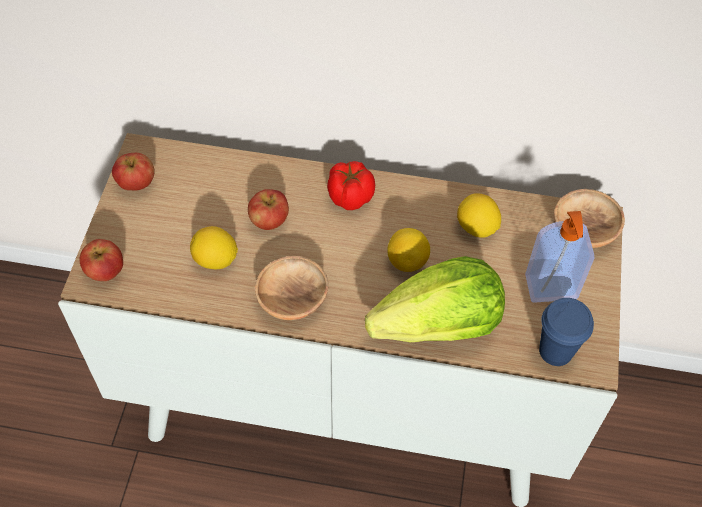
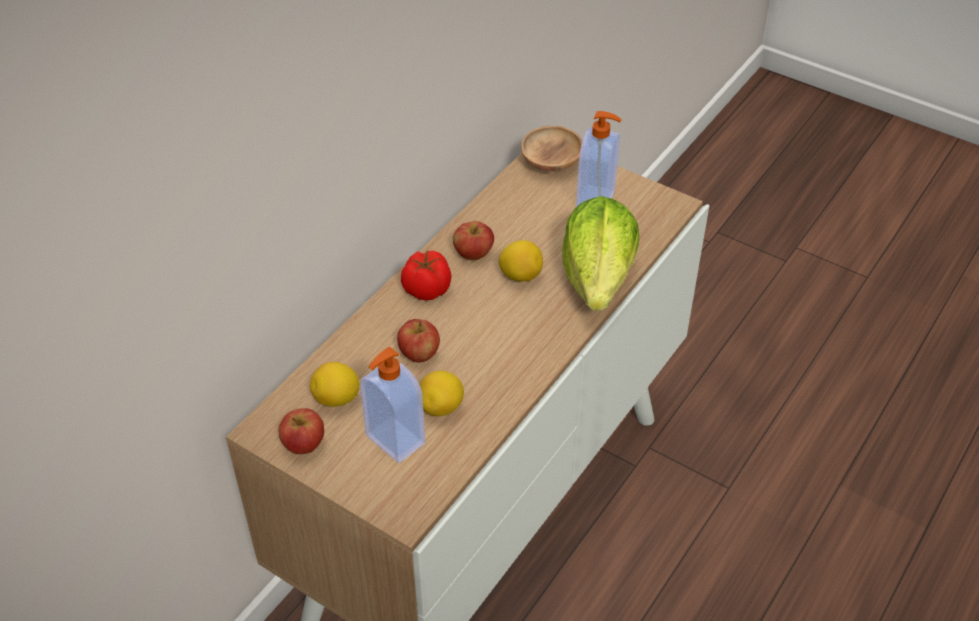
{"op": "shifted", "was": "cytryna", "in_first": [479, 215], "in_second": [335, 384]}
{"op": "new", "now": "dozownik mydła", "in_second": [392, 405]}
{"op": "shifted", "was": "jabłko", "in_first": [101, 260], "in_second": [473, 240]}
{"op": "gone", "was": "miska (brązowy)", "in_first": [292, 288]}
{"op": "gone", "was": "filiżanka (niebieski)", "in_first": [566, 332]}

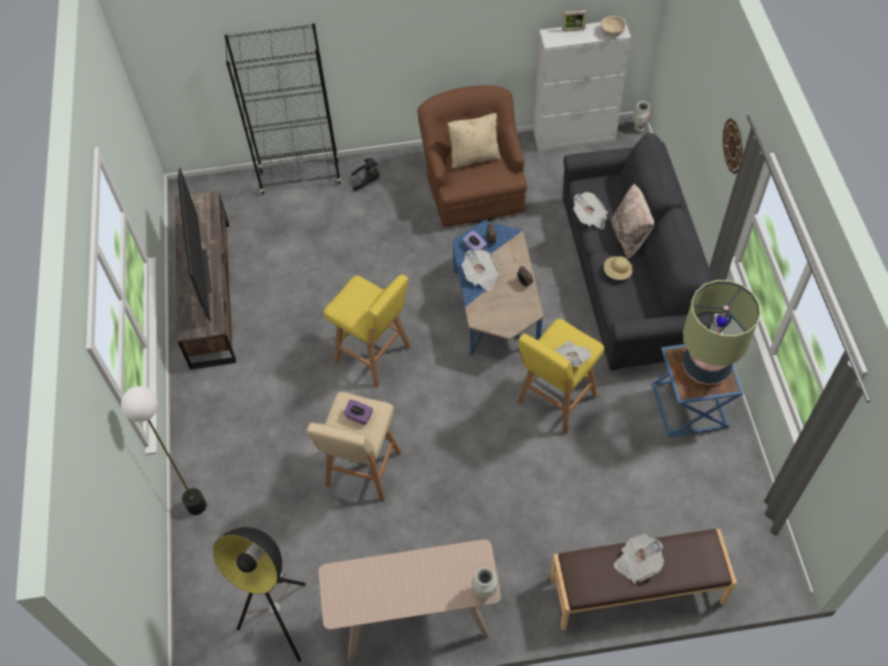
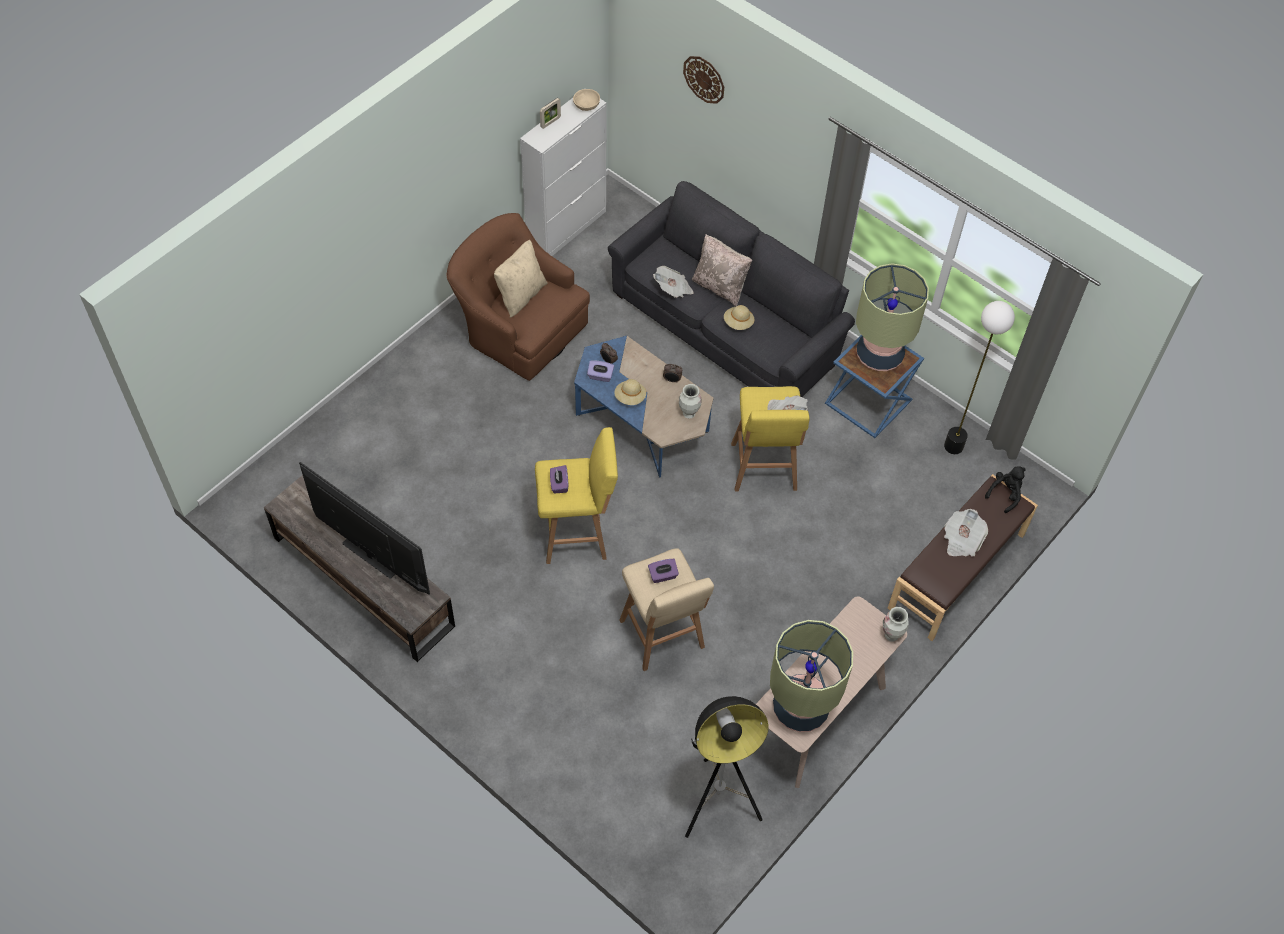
{"op": "new", "now": "pudełko chusteczek (fioletowy)", "in_second": [559, 479]}
{"op": "swapped", "was": "gazeta", "now": "kapelusz (beżowy)", "in_first": [481, 270], "in_second": [630, 392]}
{"op": "shifted", "was": "wazon", "in_first": [641, 116], "in_second": [690, 401]}
{"op": "shifted", "was": "zegar ścienny", "in_first": [733, 146], "in_second": [703, 80]}
{"op": "new", "now": "lampa stołowa", "in_second": [811, 676]}
{"op": "shifted", "was": "lampa stojąca", "in_first": [164, 450], "in_second": [979, 377]}
{"op": "shifted", "was": "pluszak (czarny)", "in_first": [365, 174], "in_second": [1005, 489]}
{"op": "gone", "was": "regał (czarny)", "in_first": [283, 108]}

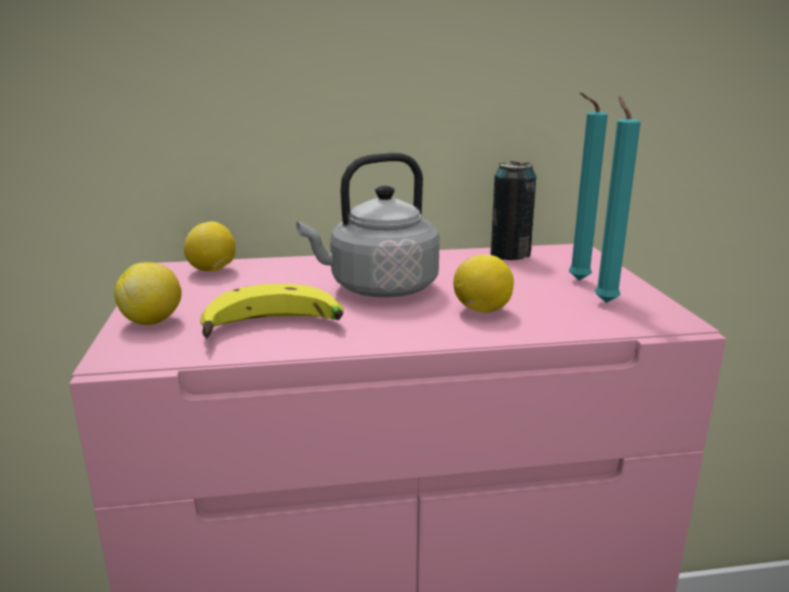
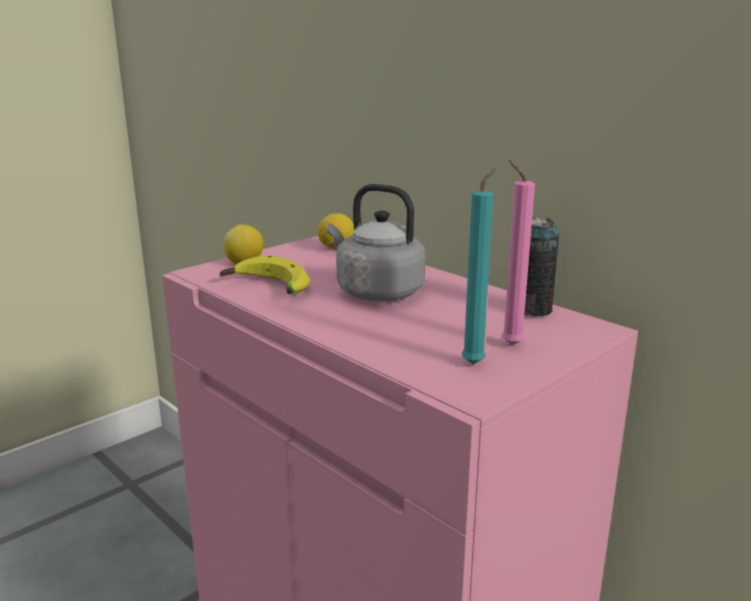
{"op": "repainted", "was": "świeca (turkusowy)", "now": "świeca (różowy)", "in_first": [588, 187], "in_second": [518, 253]}
{"op": "gone", "was": "cytryna", "in_first": [483, 283]}

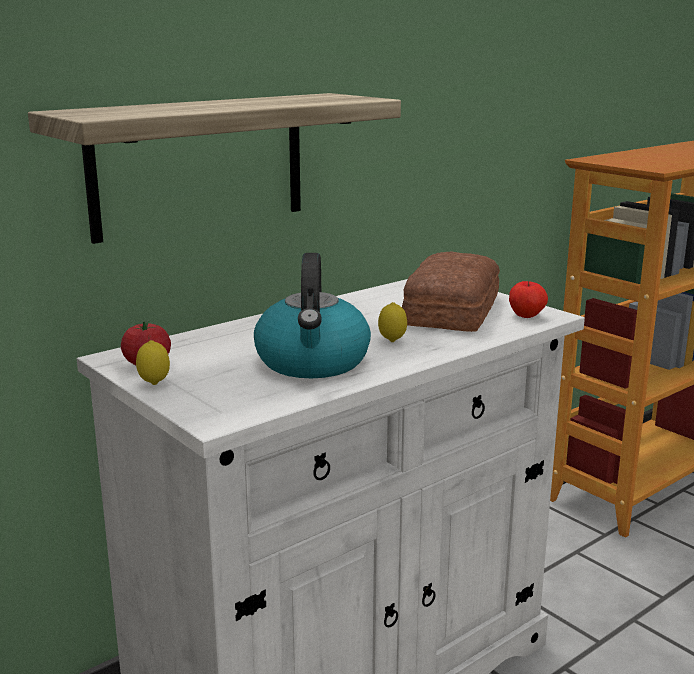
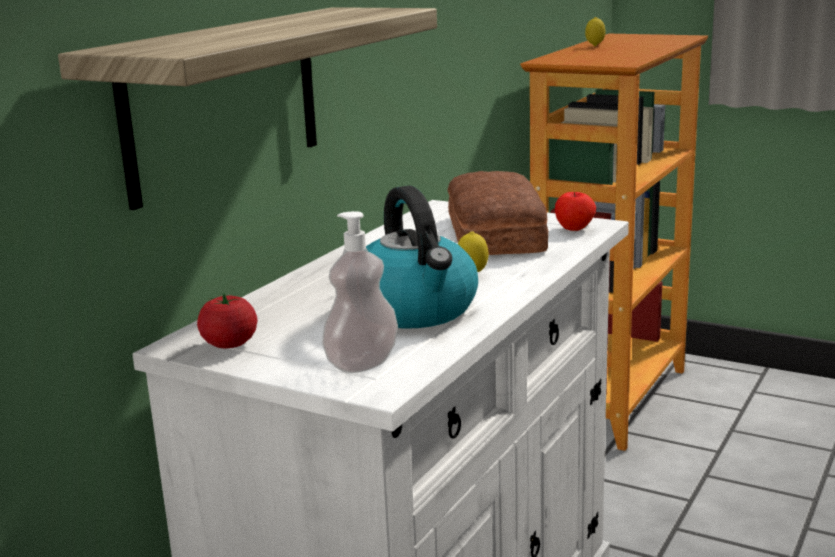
{"op": "new", "now": "dozownik mydła", "in_second": [360, 292]}
{"op": "shifted", "was": "cytryna", "in_first": [153, 362], "in_second": [595, 31]}

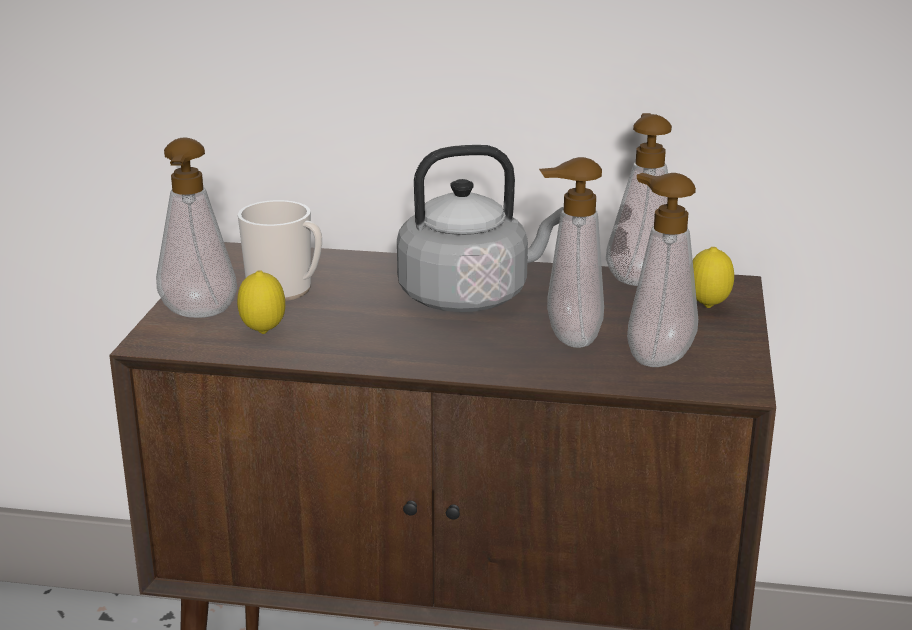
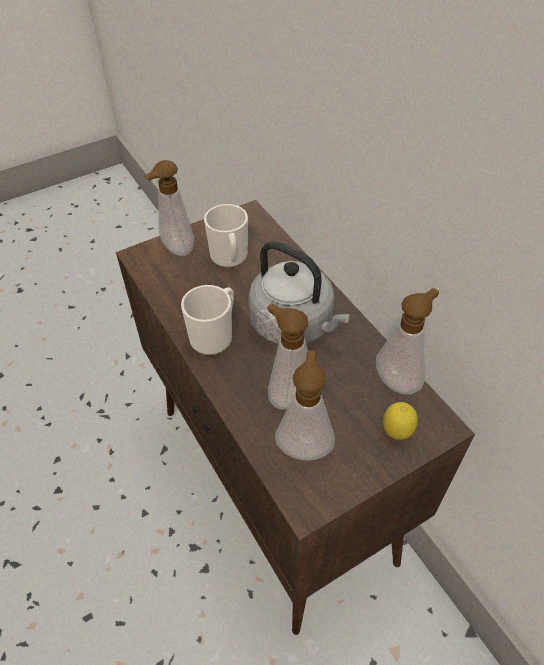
{"op": "new", "now": "kubek", "in_second": [207, 320]}
{"op": "gone", "was": "cytryna", "in_first": [261, 302]}

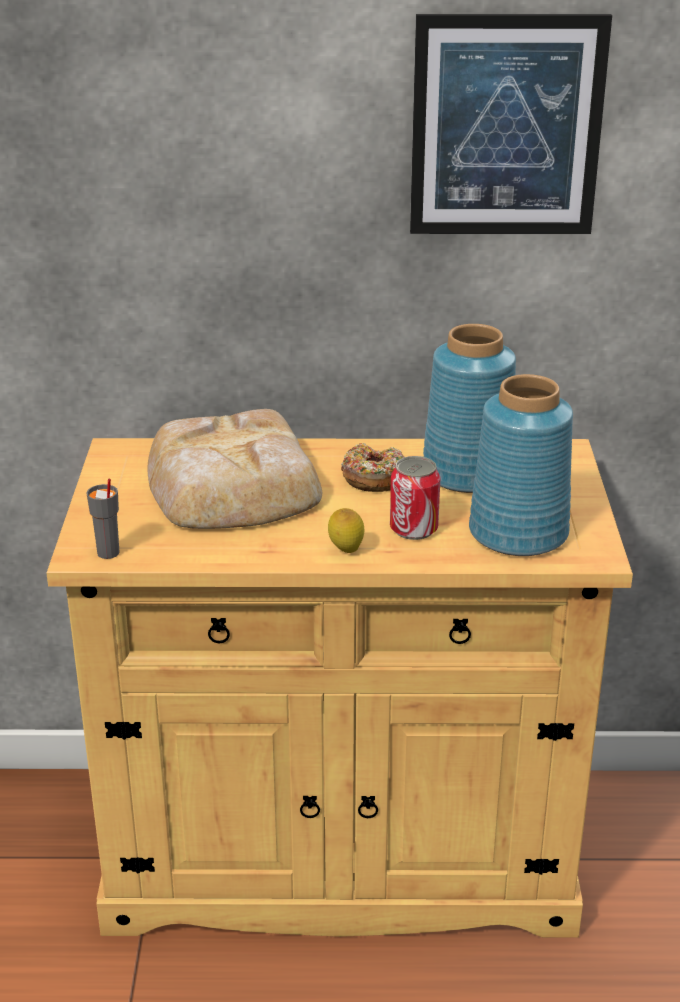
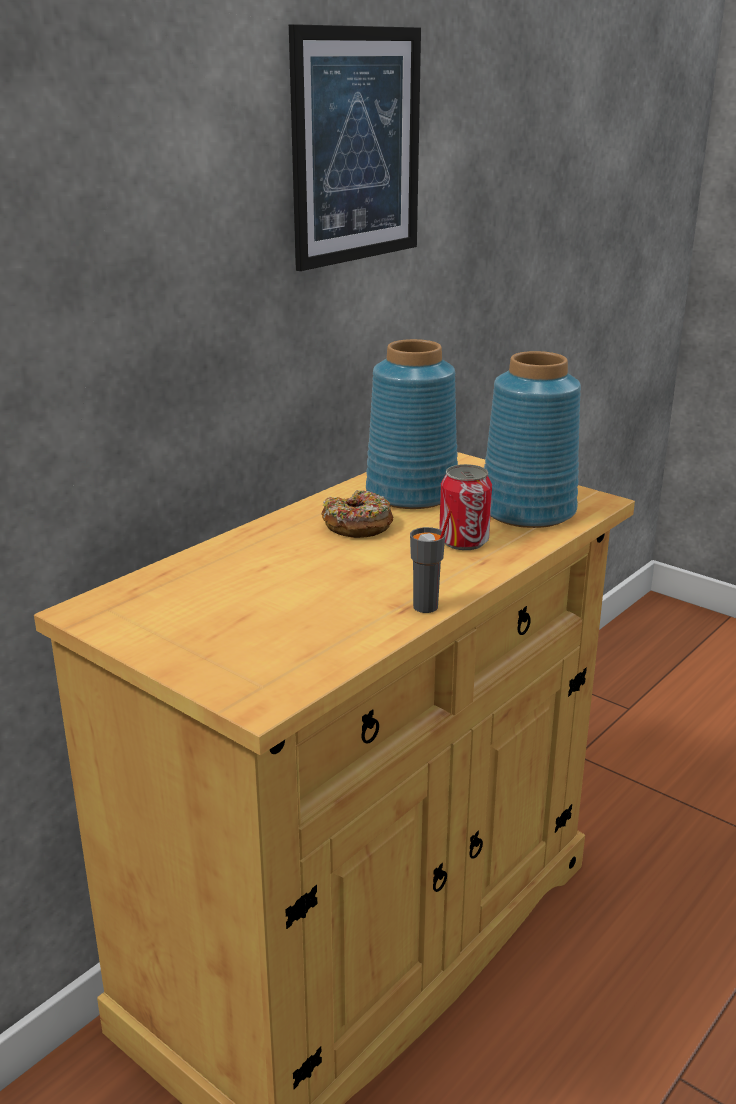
{"op": "shifted", "was": "filiżanka (szary)", "in_first": [103, 519], "in_second": [431, 561]}
{"op": "gone", "was": "chleb", "in_first": [235, 469]}
{"op": "gone", "was": "cytryna", "in_first": [346, 530]}

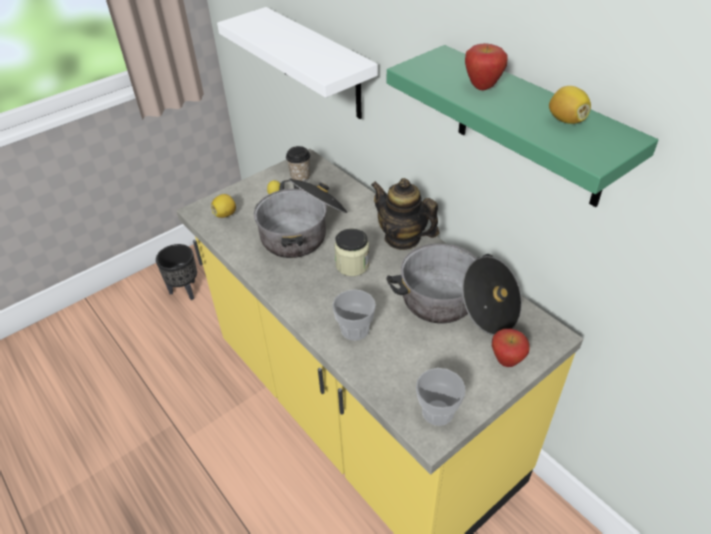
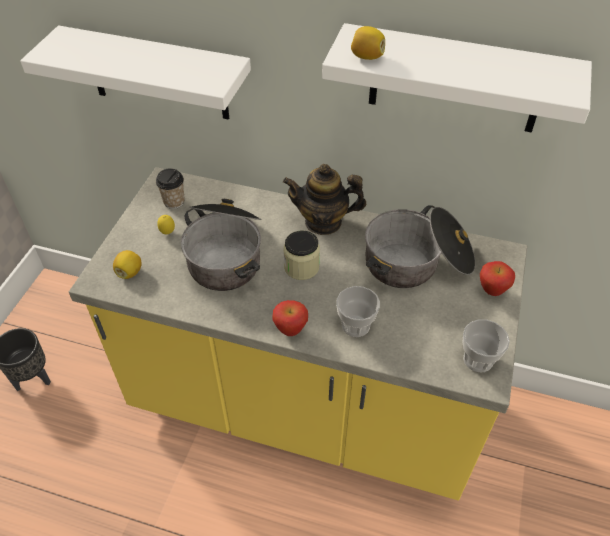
{"op": "shifted", "was": "jabłko", "in_first": [486, 66], "in_second": [290, 318]}
{"op": "repainted", "was": "półka (zielony)", "now": "półka (biały)", "in_first": [522, 126], "in_second": [457, 78]}
{"op": "shifted", "was": "cytryna", "in_first": [570, 105], "in_second": [368, 43]}

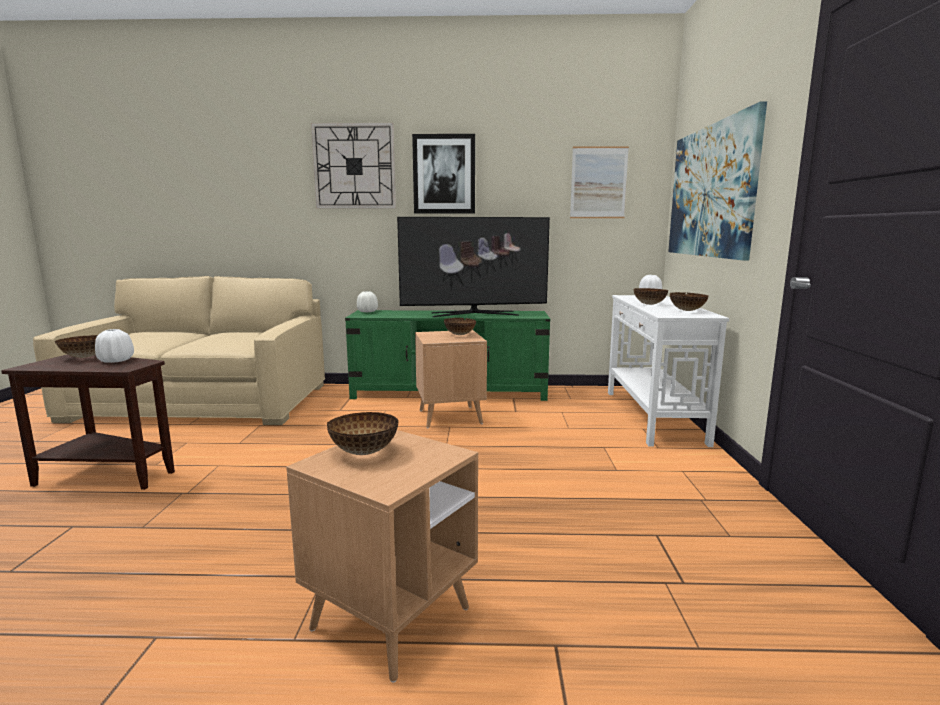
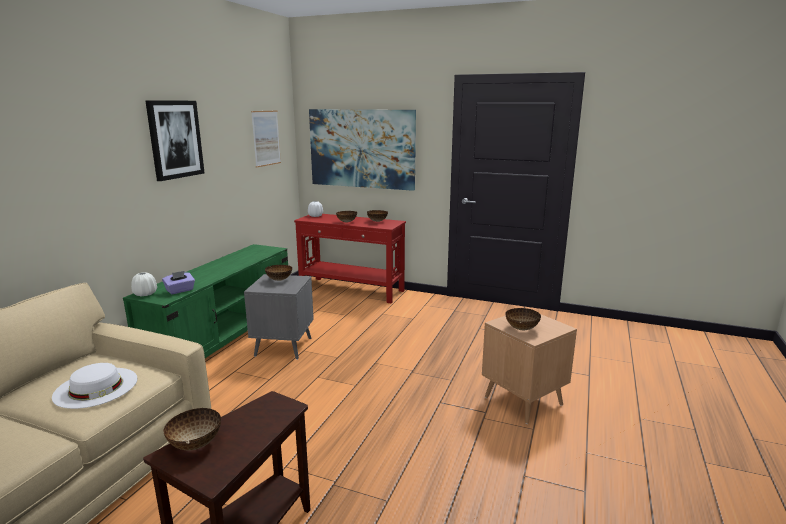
{"op": "new", "now": "kapelusz (biały)", "in_second": [95, 386]}
{"op": "new", "now": "pudełko chusteczek (fioletowy)", "in_second": [178, 283]}
{"op": "repainted", "was": "stolik (brązowy)", "now": "stolik (szary)", "in_first": [451, 379], "in_second": [279, 317]}
{"op": "repainted", "was": "stolik konsolowy (biały)", "now": "stolik konsolowy (czerwony)", "in_first": [668, 371], "in_second": [350, 258]}
{"op": "gone", "was": "wazon (biały)", "in_first": [114, 346]}
{"op": "gone", "was": "zegar ścienny", "in_first": [353, 166]}
{"op": "gone", "was": "telewizor", "in_first": [473, 267]}

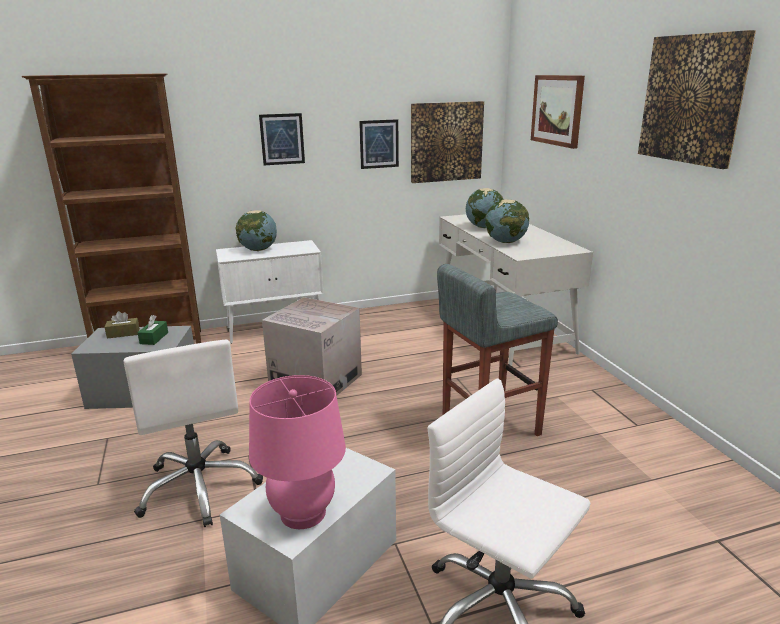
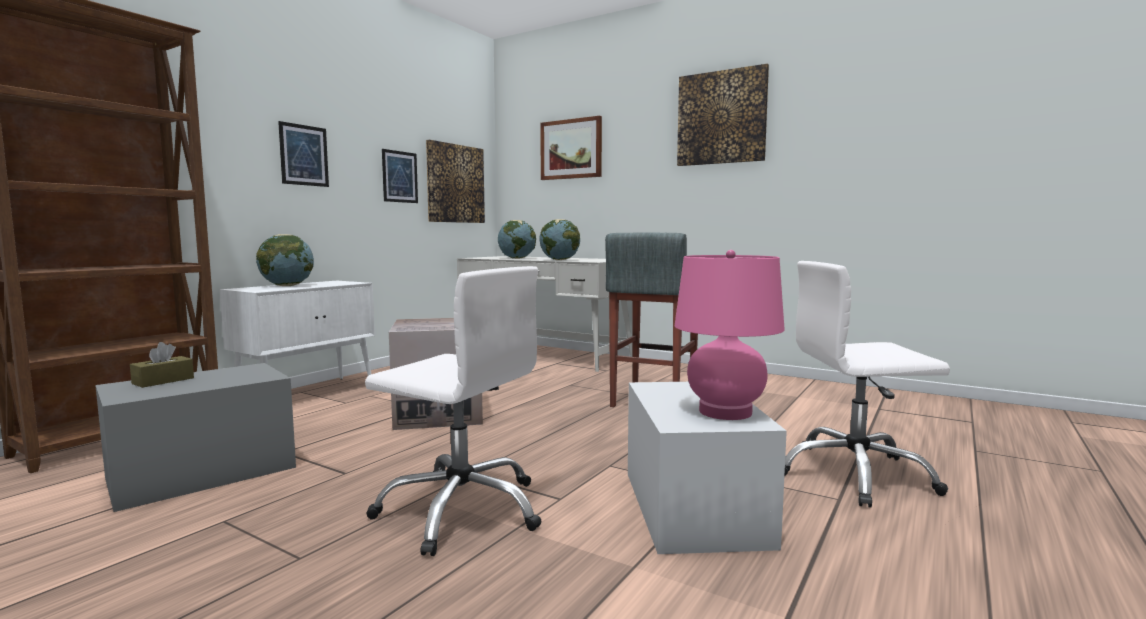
{"op": "gone", "was": "pudełko chusteczek (zielony)", "in_first": [152, 330]}

